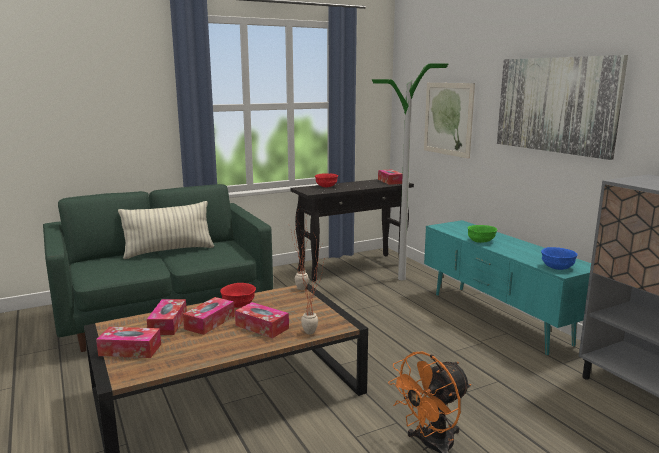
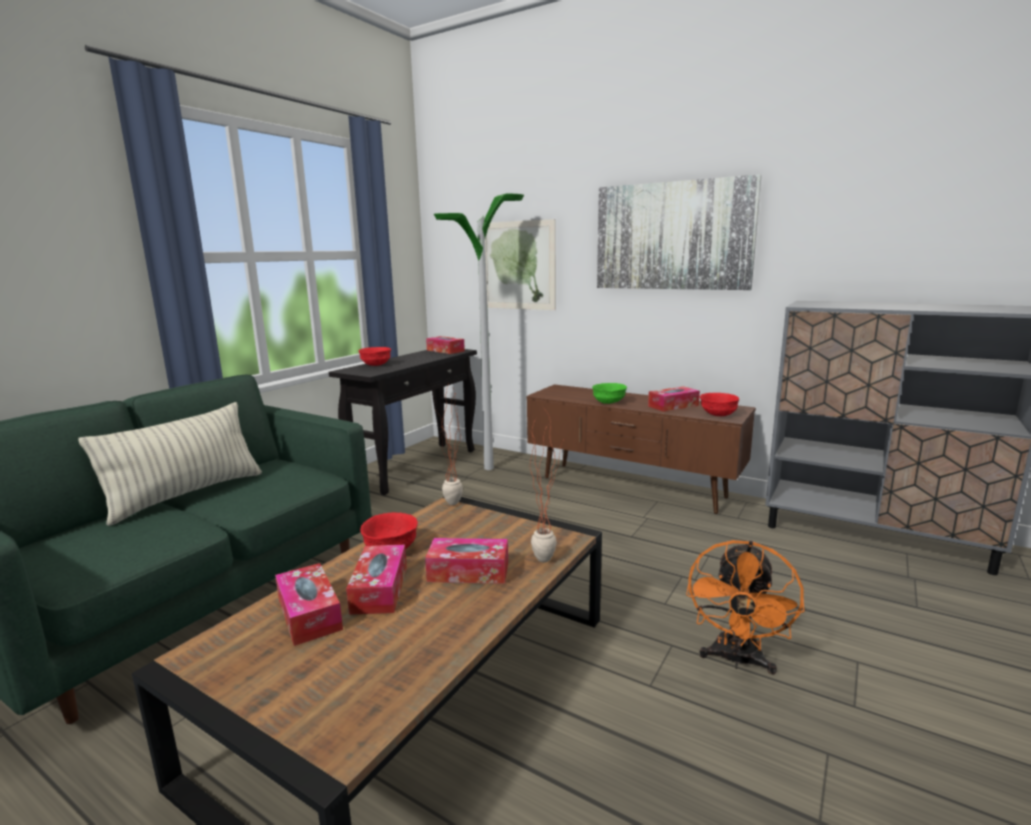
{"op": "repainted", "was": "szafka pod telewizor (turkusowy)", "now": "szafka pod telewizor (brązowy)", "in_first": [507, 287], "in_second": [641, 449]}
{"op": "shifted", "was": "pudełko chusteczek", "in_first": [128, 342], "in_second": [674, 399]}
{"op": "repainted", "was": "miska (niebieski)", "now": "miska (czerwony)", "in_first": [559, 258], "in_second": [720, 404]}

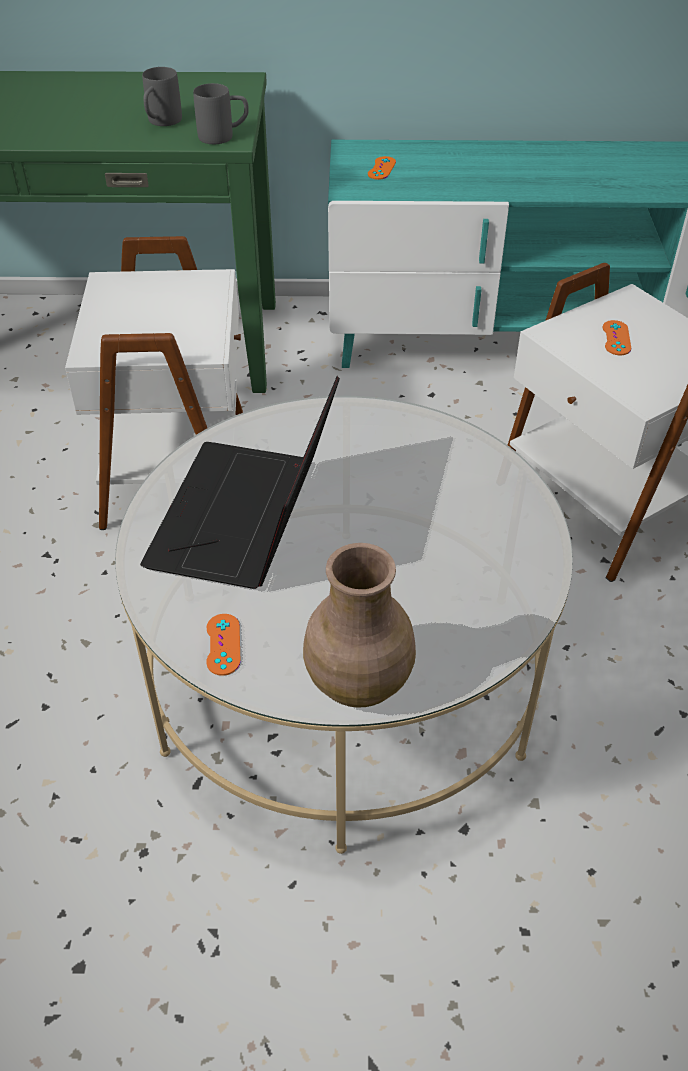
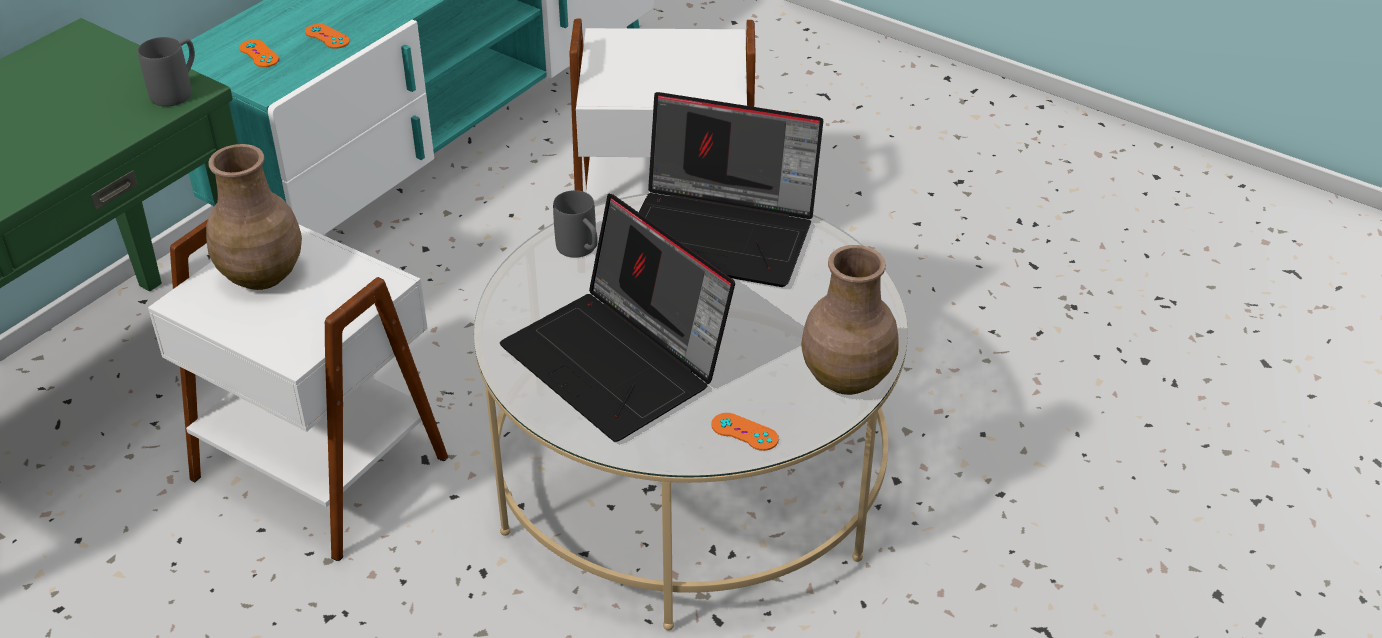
{"op": "new", "now": "wazon (brązowy)", "in_second": [254, 217]}
{"op": "shifted", "was": "pad do gier (pomarańczowy)", "in_first": [616, 337], "in_second": [327, 36]}
{"op": "shifted", "was": "kubek (szary)", "in_first": [162, 96], "in_second": [575, 224]}
{"op": "new", "now": "laptop", "in_second": [731, 189]}

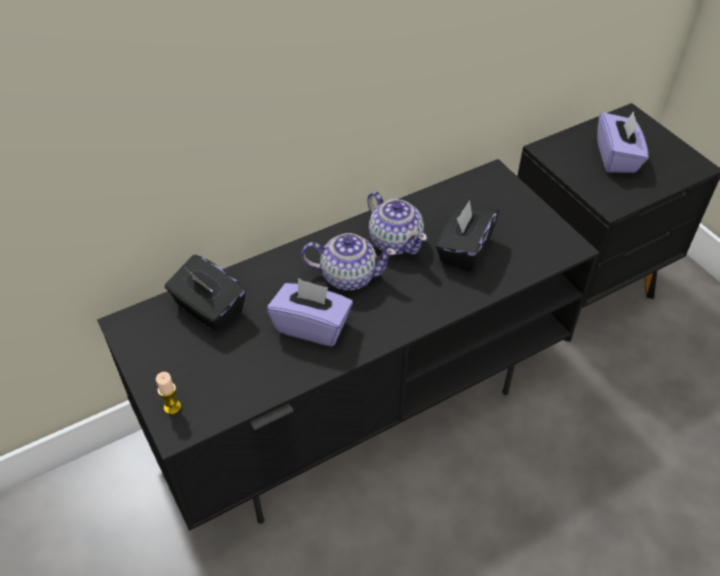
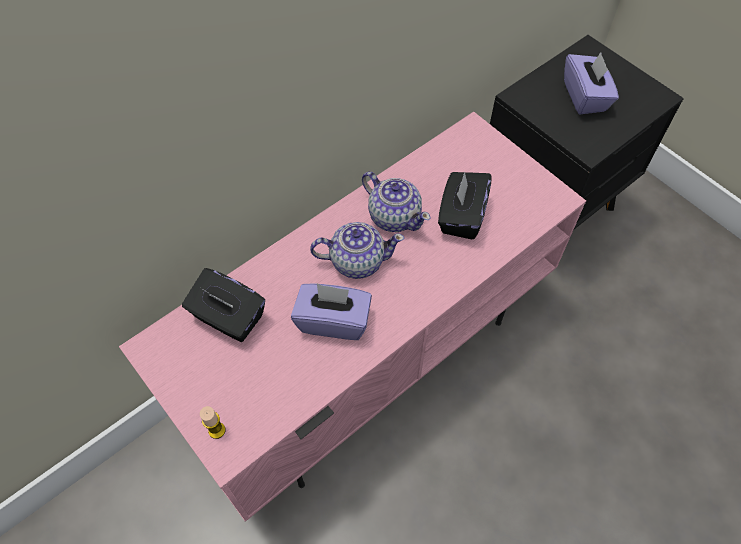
{"op": "repainted", "was": "szafka pod telewizor (czarny)", "now": "szafka pod telewizor (różowy)", "in_first": [348, 345], "in_second": [352, 317]}

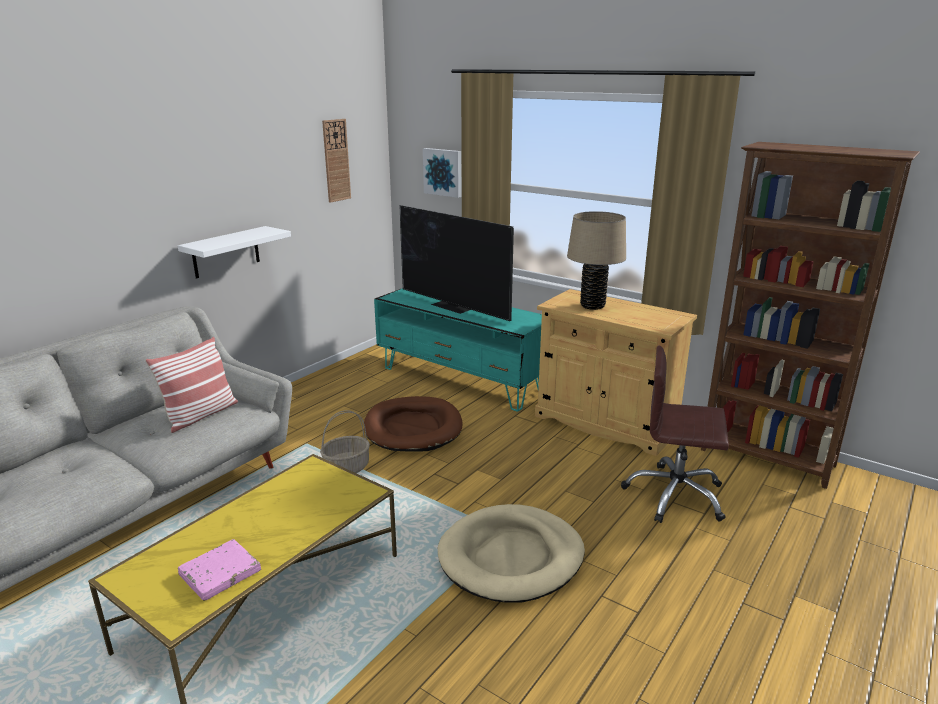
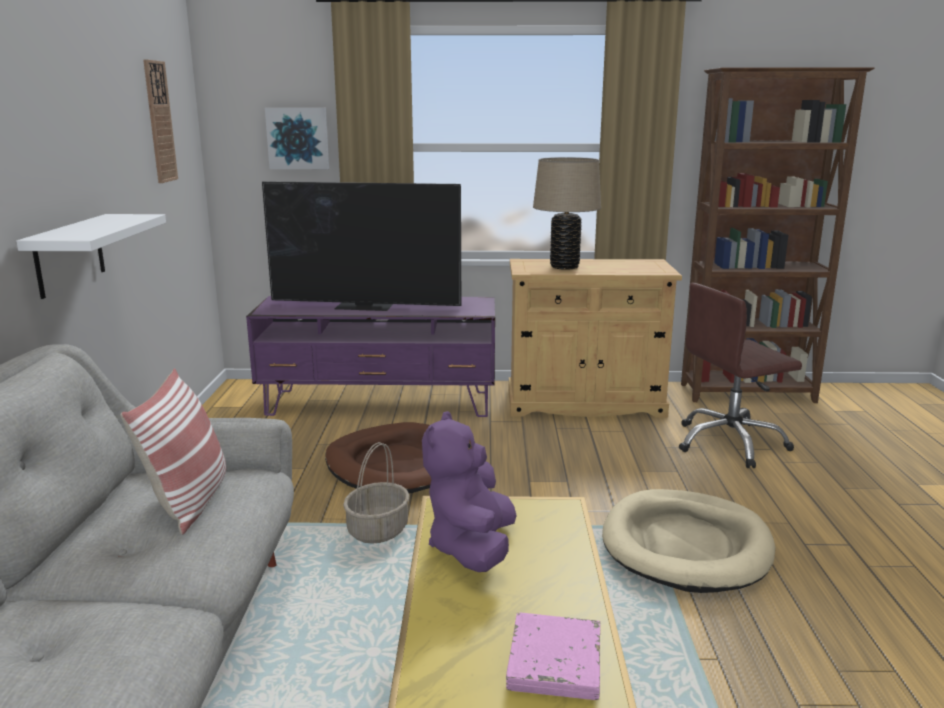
{"op": "repainted", "was": "szafka pod telewizor (turkusowy)", "now": "szafka pod telewizor (fioletowy)", "in_first": [458, 350], "in_second": [370, 356]}
{"op": "new", "now": "pluszak (fioletowy)", "in_second": [469, 491]}

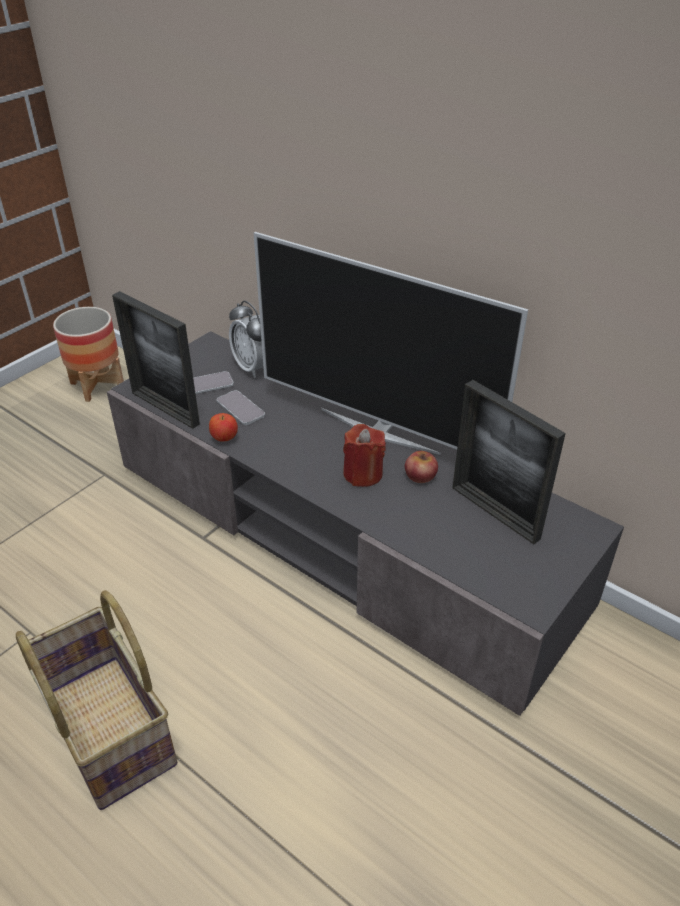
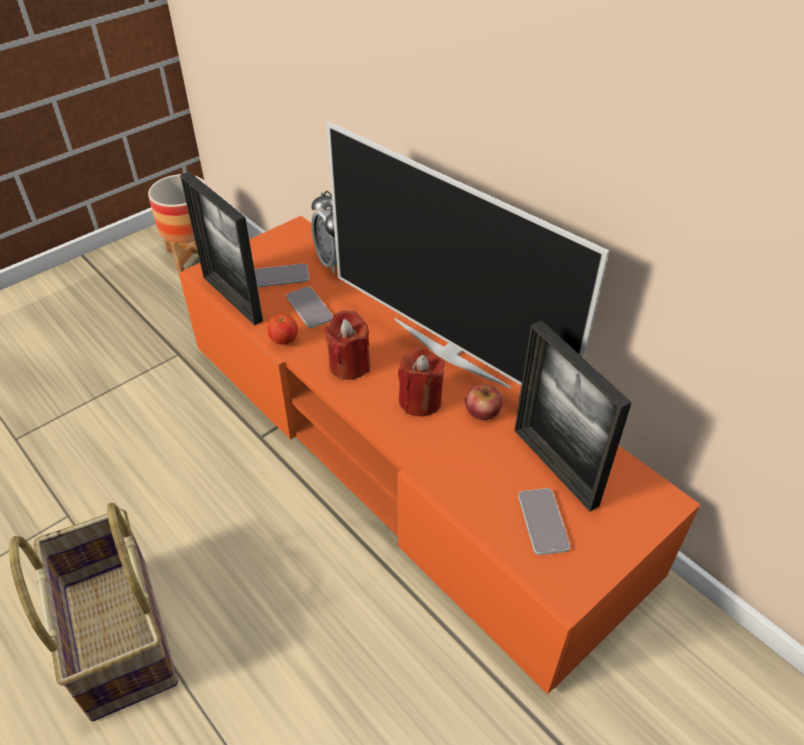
{"op": "repainted", "was": "szafka pod telewizor (szary)", "now": "szafka pod telewizor (pomarańczowy)", "in_first": [365, 523], "in_second": [439, 455]}
{"op": "new", "now": "świeca (czerwony)", "in_second": [347, 345]}
{"op": "new", "now": "telefon", "in_second": [544, 521]}

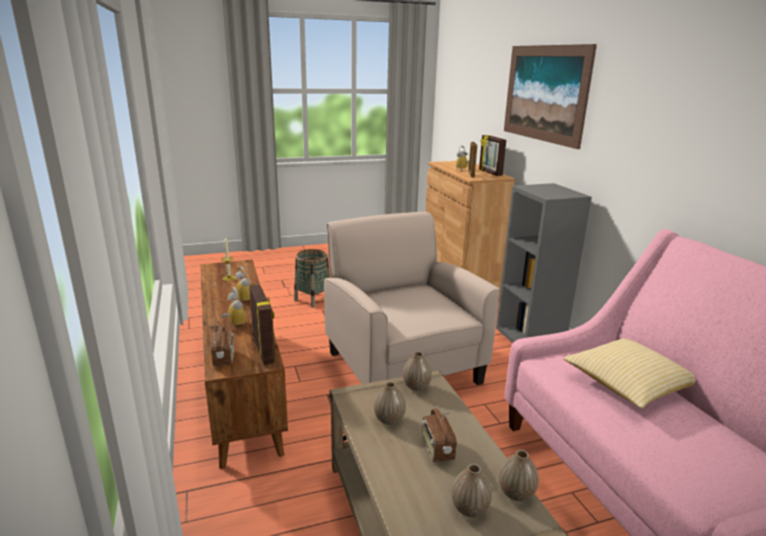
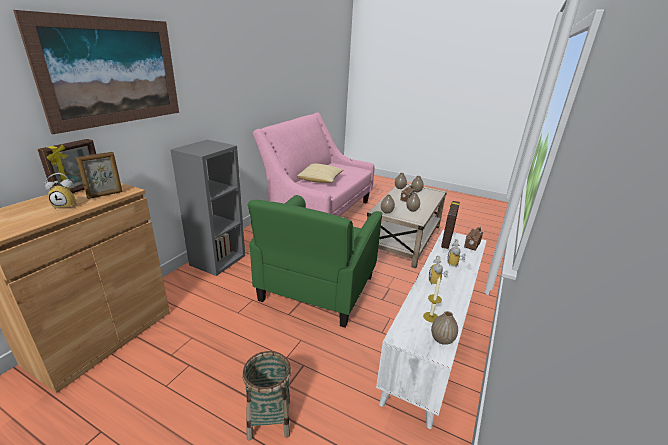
{"op": "repainted", "was": "fotel (beżowy)", "now": "fotel (zielony)", "in_first": [412, 298], "in_second": [315, 261]}
{"op": "repainted", "was": "szafka pod telewizor (brązowy)", "now": "szafka pod telewizor (biały)", "in_first": [244, 364], "in_second": [431, 329]}
{"op": "new", "now": "wazon", "in_second": [444, 328]}

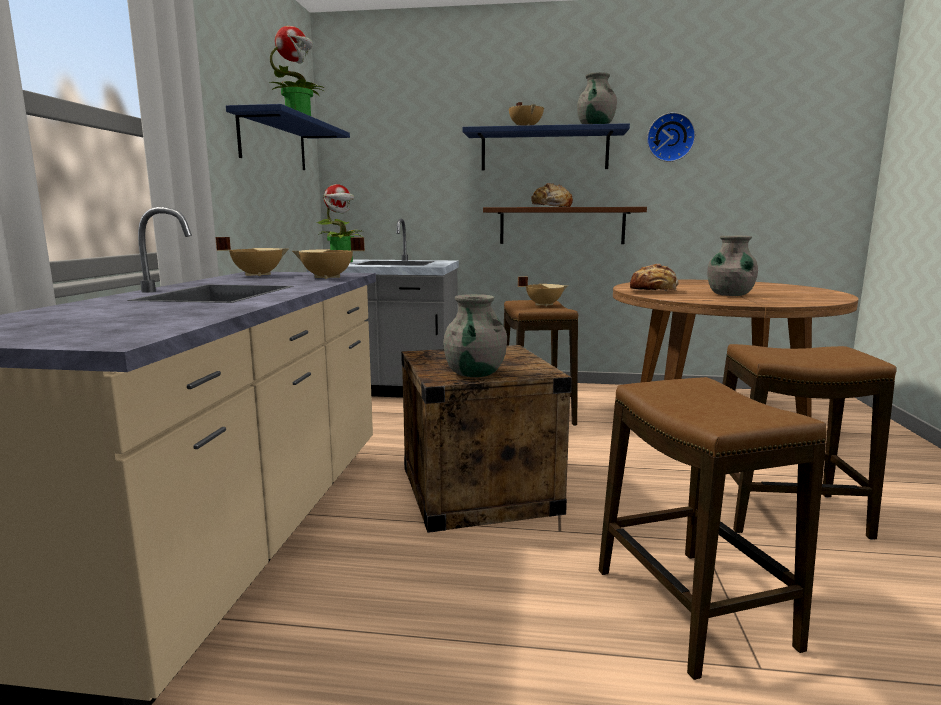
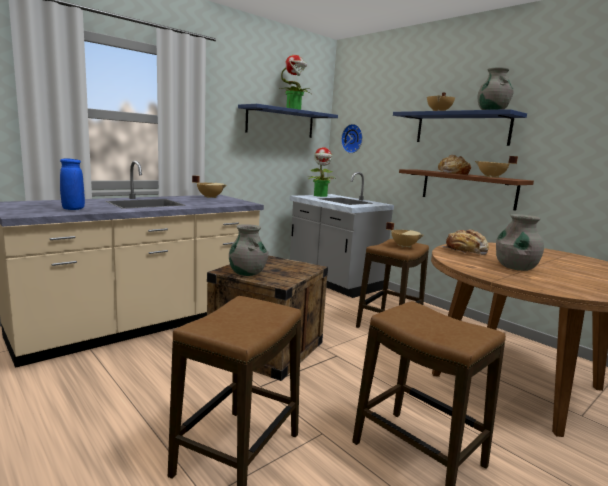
{"op": "new", "now": "wazon (niebieski)", "in_second": [72, 184]}
{"op": "shifted", "was": "zegar ścienny", "in_first": [671, 137], "in_second": [352, 138]}
{"op": "shifted", "was": "garnek (beżowy)", "in_first": [328, 258], "in_second": [496, 167]}

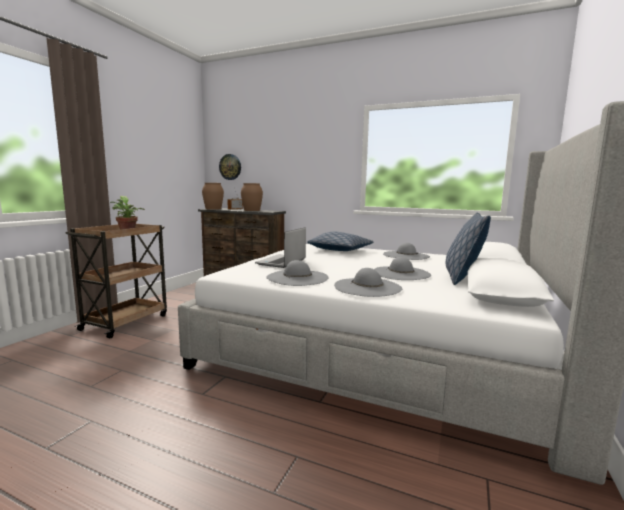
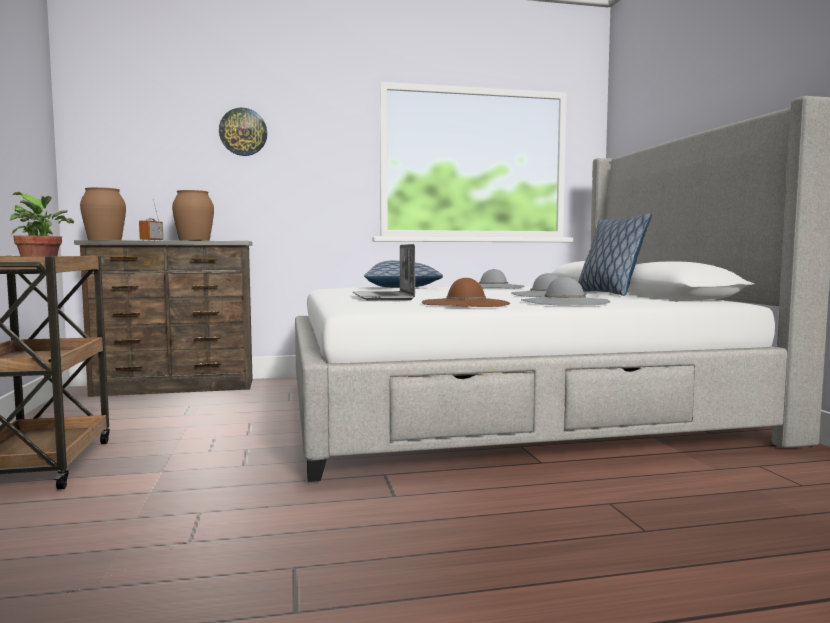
{"op": "shifted", "was": "zegar ścienny", "in_first": [230, 167], "in_second": [243, 132]}
{"op": "repainted", "was": "kapelusz (szary)", "now": "kapelusz (brązowy)", "in_first": [297, 273], "in_second": [466, 292]}

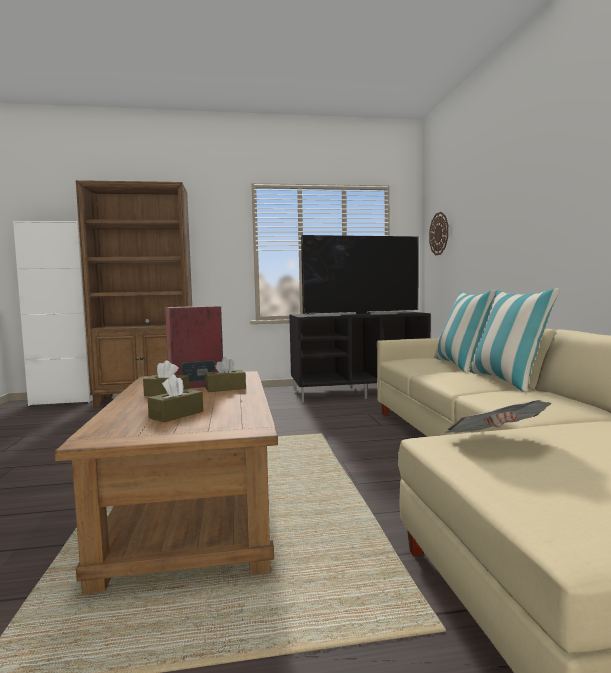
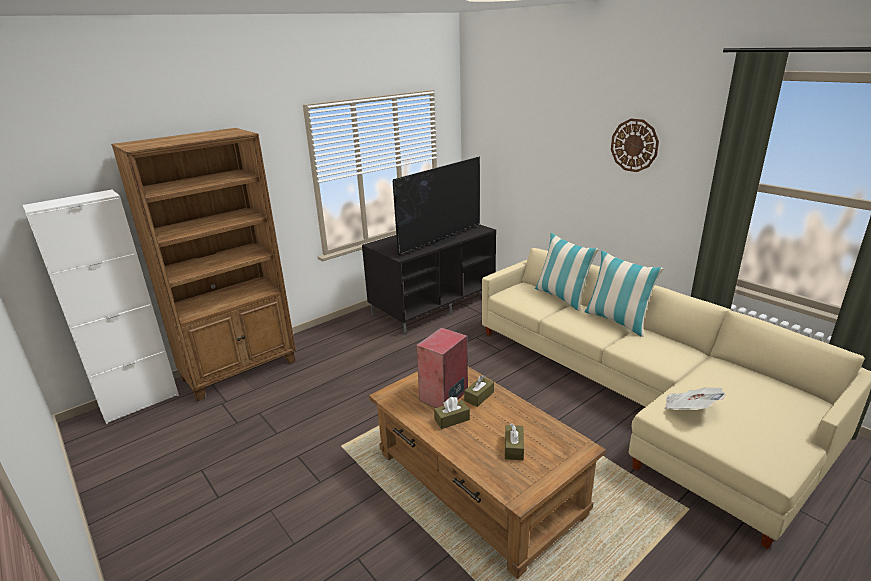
{"op": "shifted", "was": "zegar ścienny", "in_first": [438, 233], "in_second": [635, 145]}

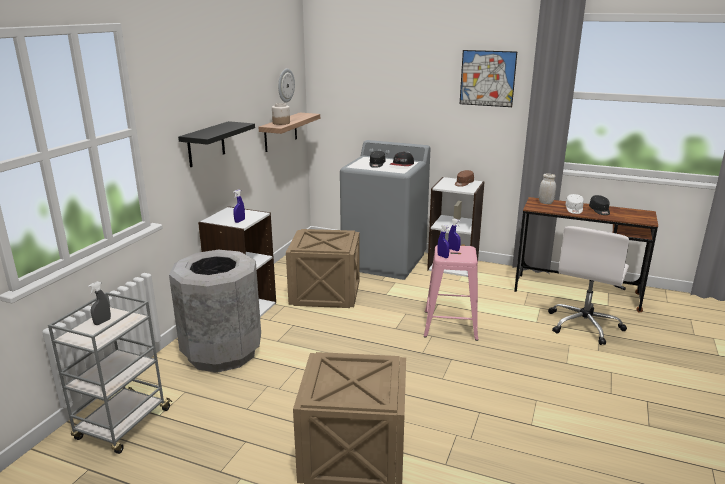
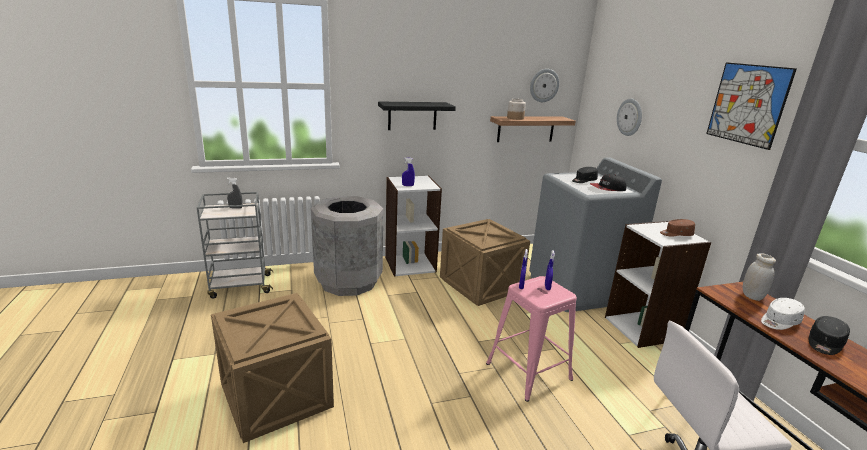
{"op": "new", "now": "zegar ścienny", "in_second": [629, 117]}

